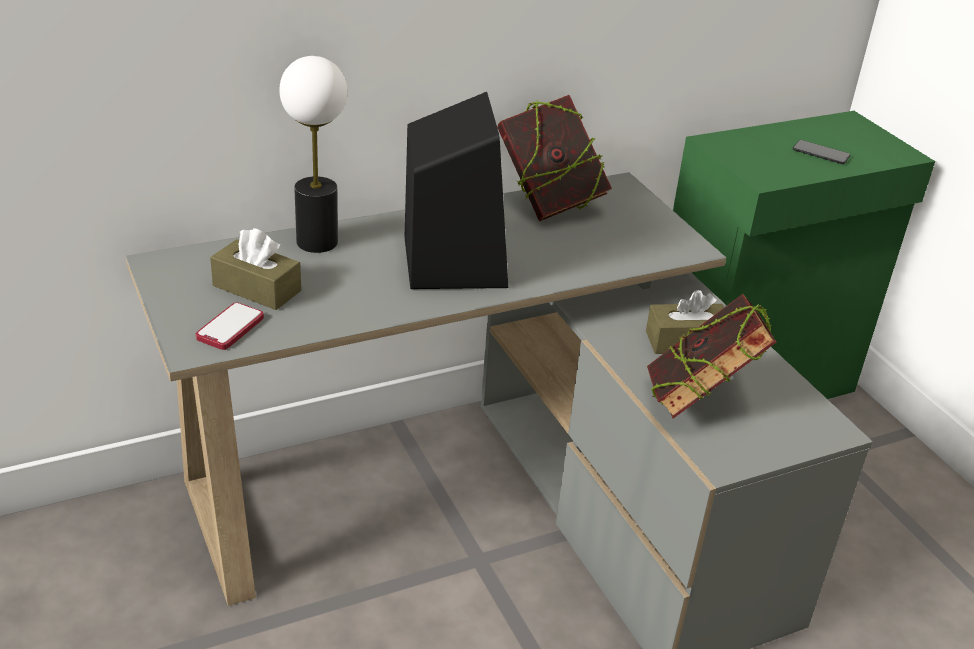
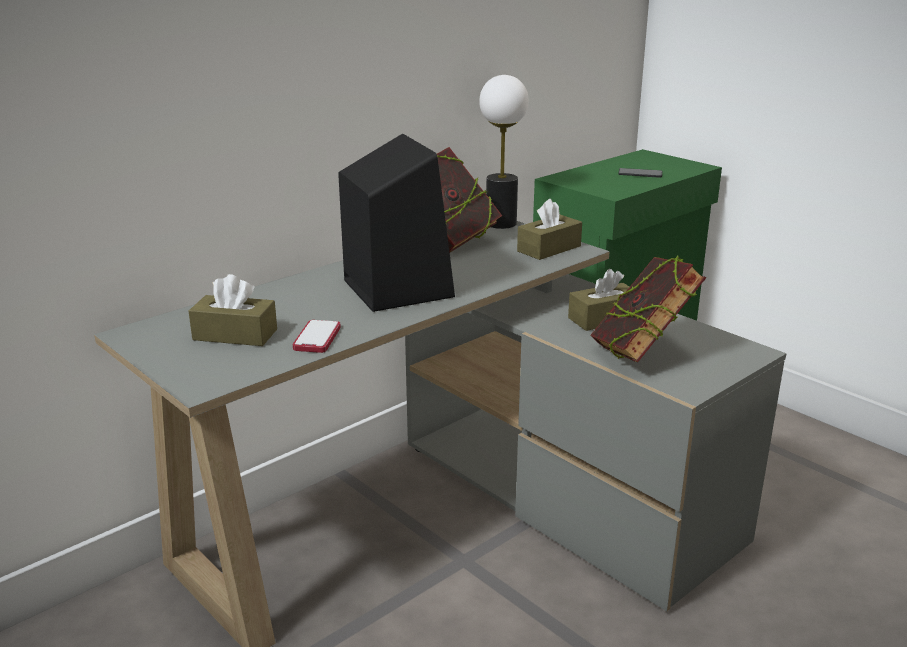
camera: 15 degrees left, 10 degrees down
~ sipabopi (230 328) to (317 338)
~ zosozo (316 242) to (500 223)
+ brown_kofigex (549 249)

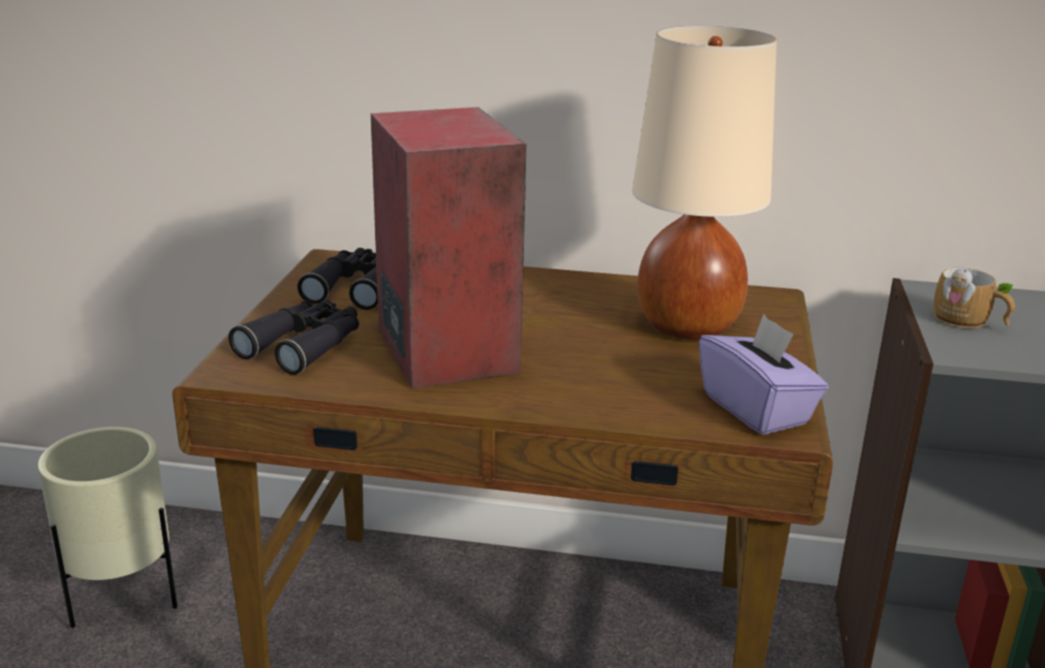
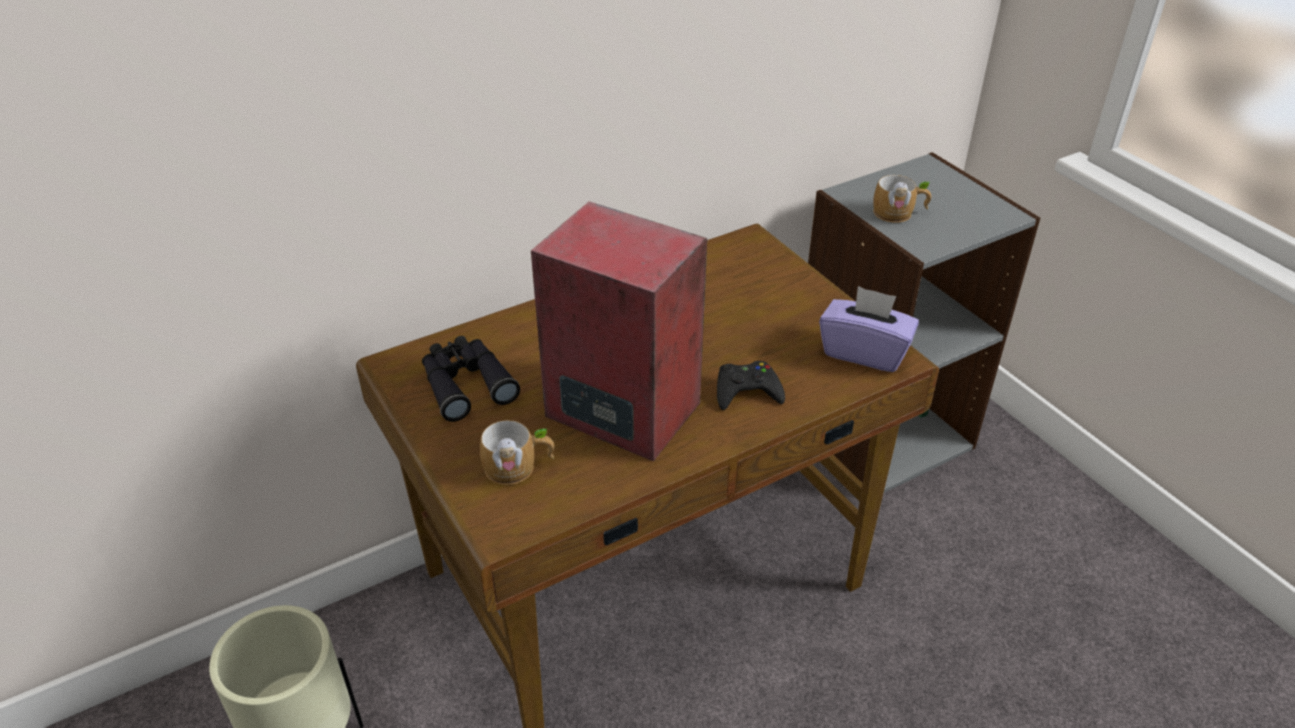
camera: 40 degrees left, 15 degrees up
~ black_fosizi (304 346) to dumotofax (519 467)
- beige_zosozo (686 326)
+ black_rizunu (747 391)

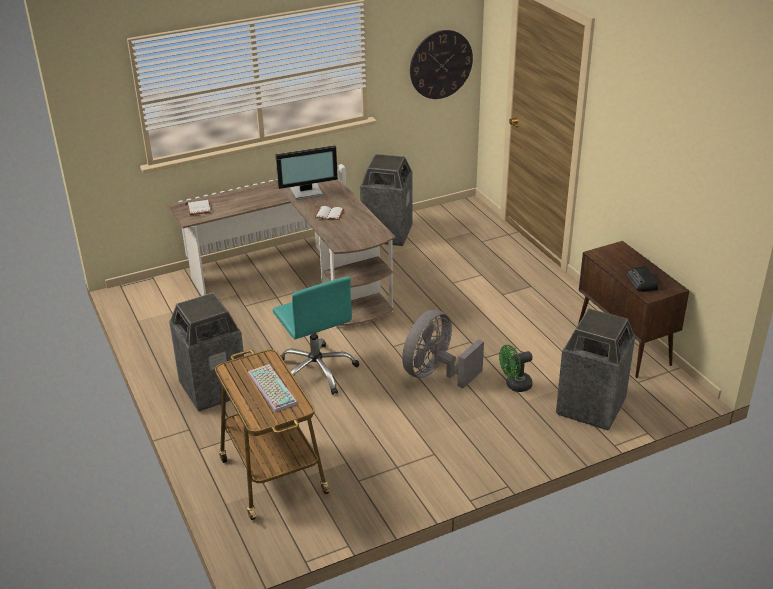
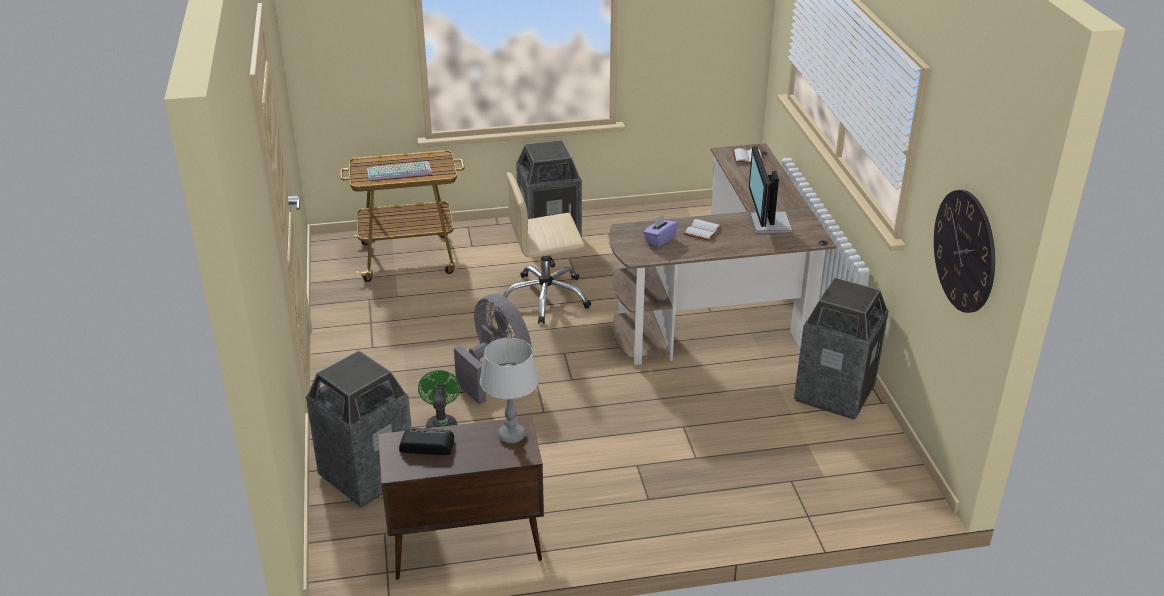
camera: 105 degrees right, 0 degrees up
~ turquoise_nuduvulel (316 371) to beige_nuduvulel (545 297)
+ grey_zosozo (511 435)
+ purple_kofigex (659 240)

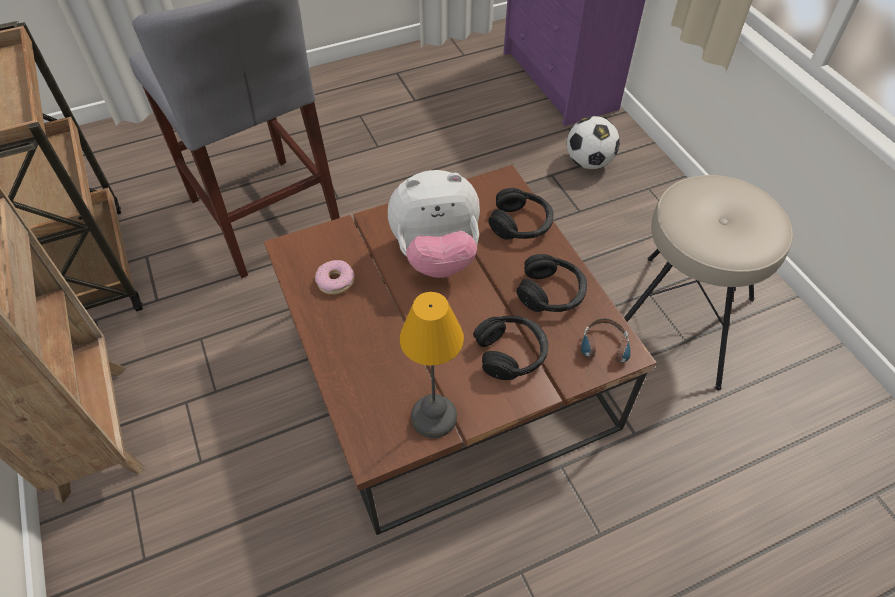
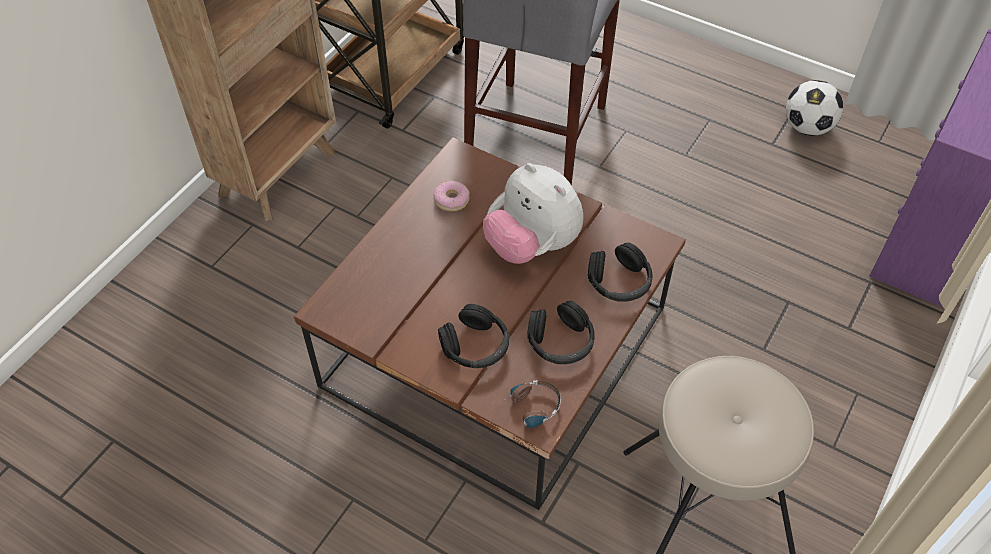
camera: 55 degrees right, 0 degrees up
- zosozo (434 415)
~ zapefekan (588 162) to (807 127)

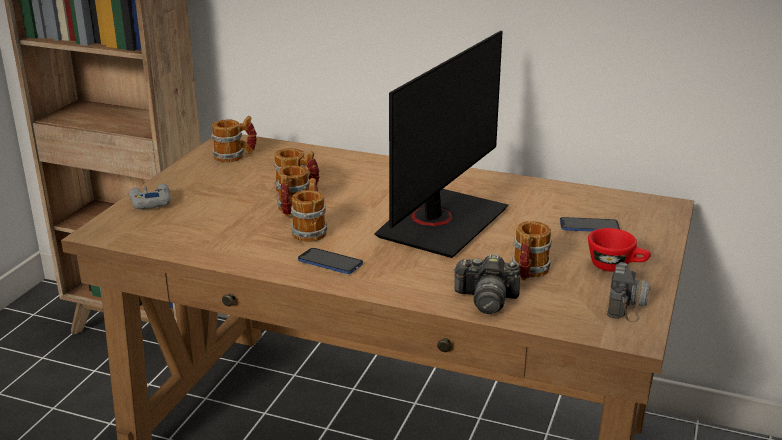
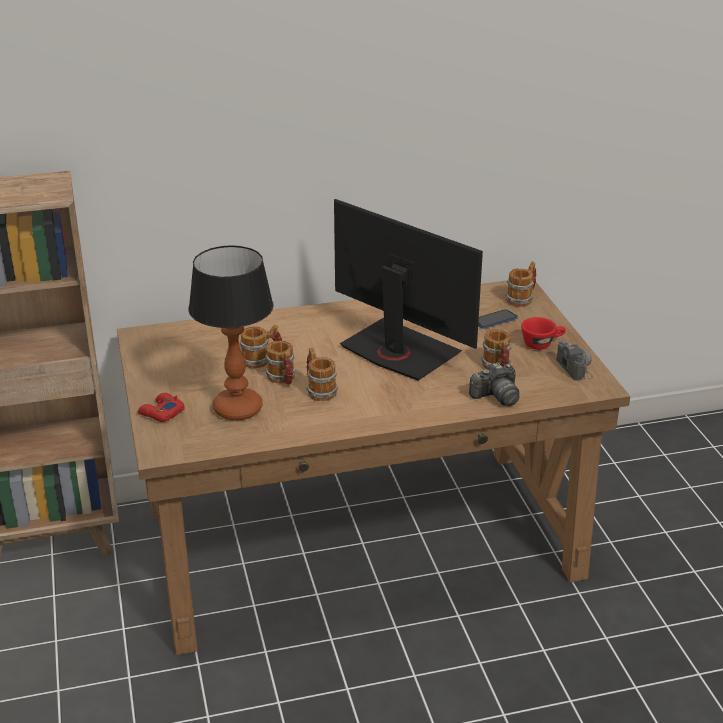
camera: 35 degrees left, 5 degrees up
~ grey_rizunu (150 202) to red_rizunu (161 412)
~ dumotofax (235 156) to (522 298)
- sipabopi (330 263)
~ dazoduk (441 222) = (399 351) 45 degrees counterclockwise
+ zosozo (239 409)

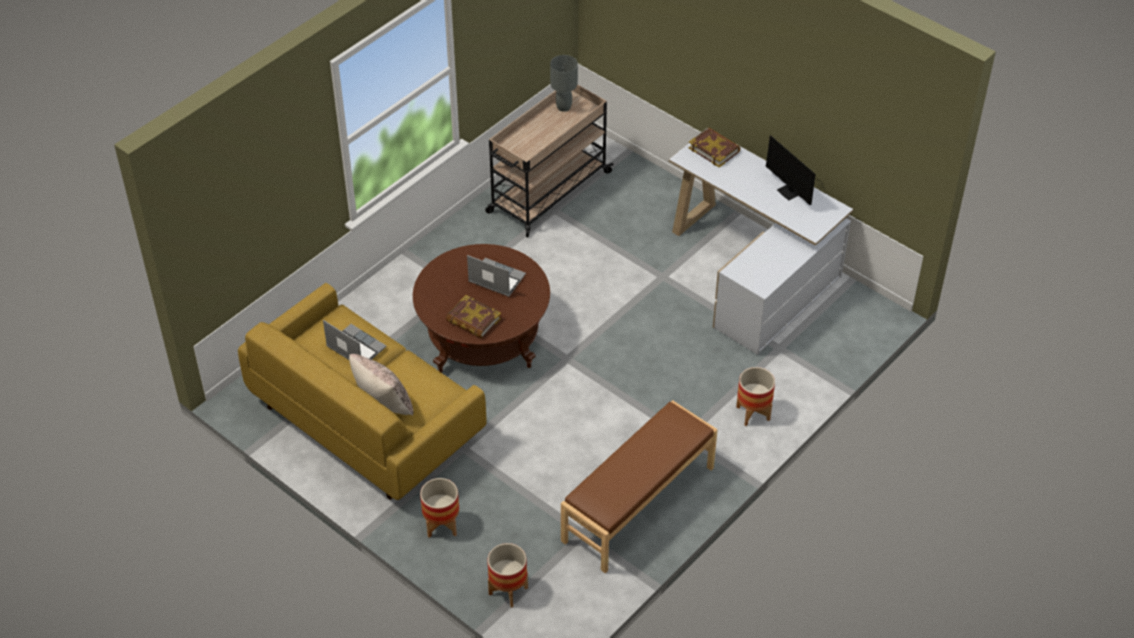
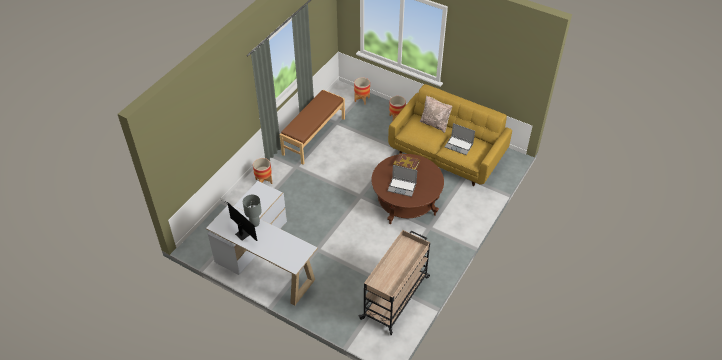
camera: 170 degrees right, 0 degrees up
~ grey_zosozo (563 107) to (255 224)
- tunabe (714 150)

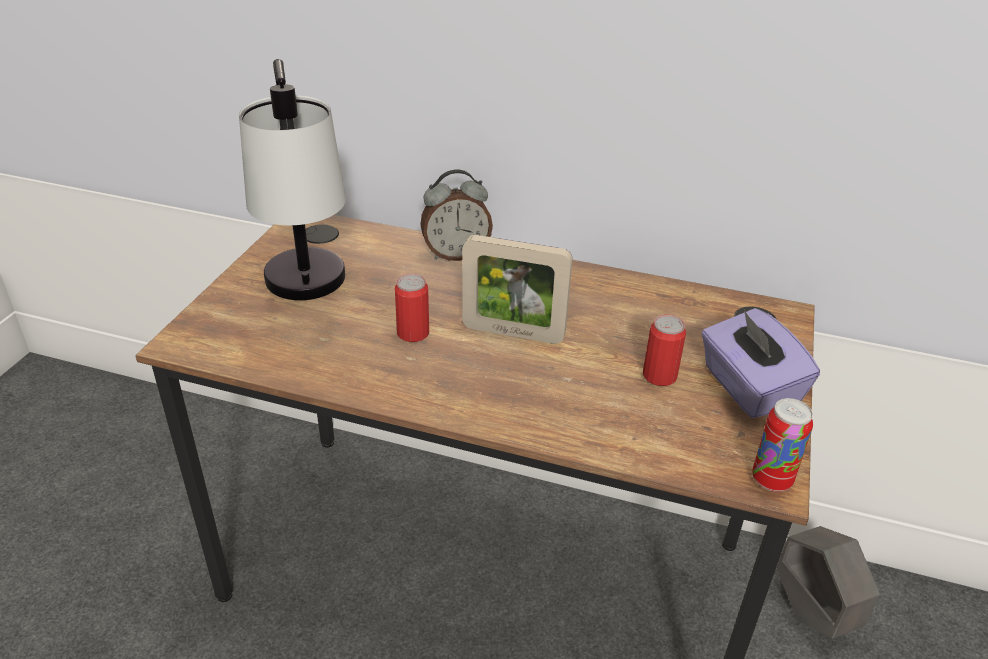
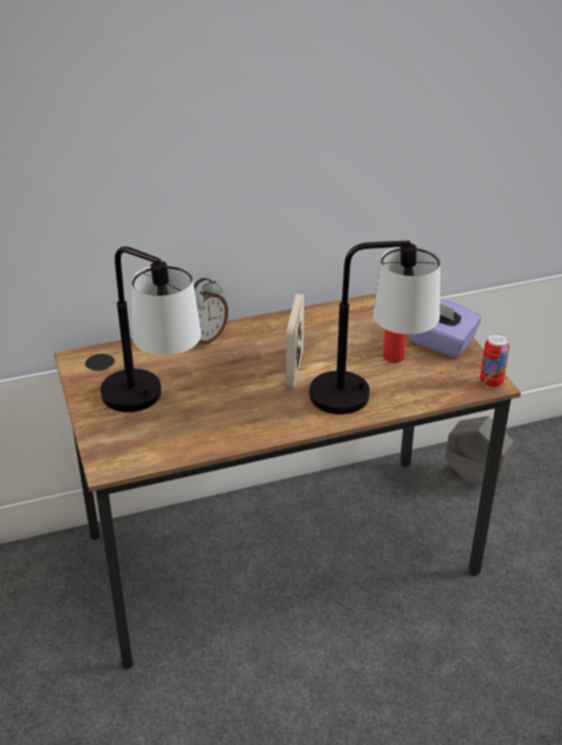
camera: 35 degrees left, 0 degrees up
- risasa (413 333)
~ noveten (513 333) = (294 369) 120 degrees clockwise
+ zosozo (368 395)

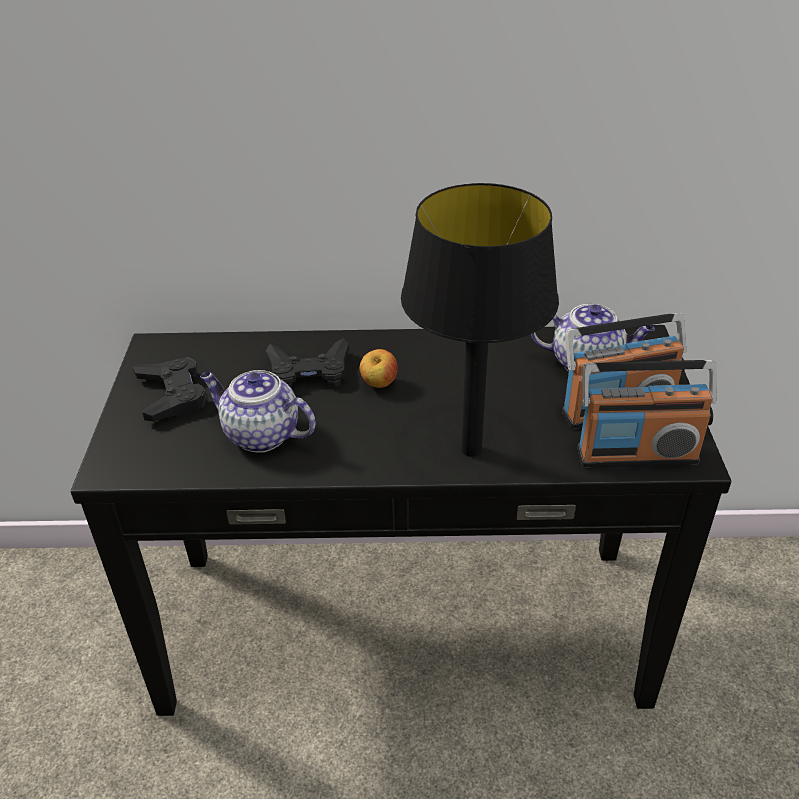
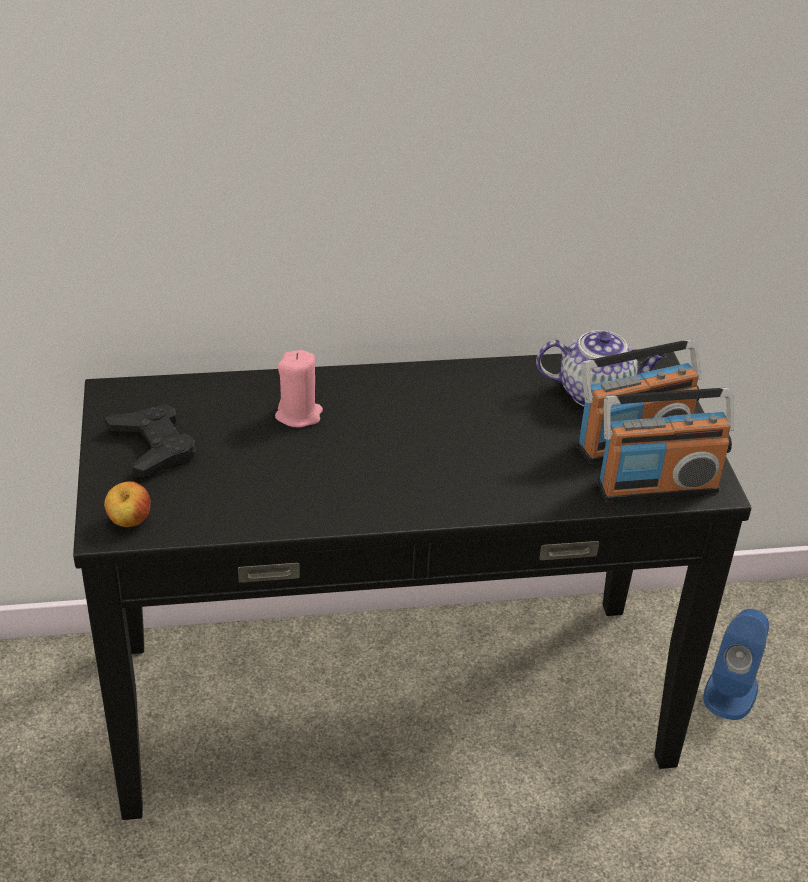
camera: 10 degrees left, 0 degrees up
- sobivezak (260 435)
~ black_rizunu (309 371) to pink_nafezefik (299 415)
~ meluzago (378 384) to (129 522)
- black_zosozo (472 450)
+ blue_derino (731 691)

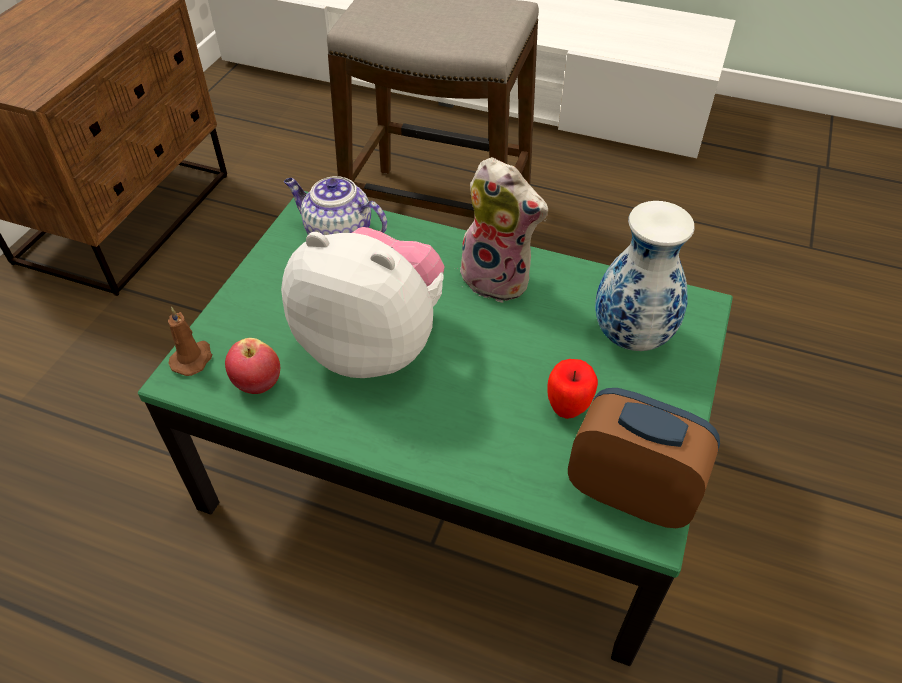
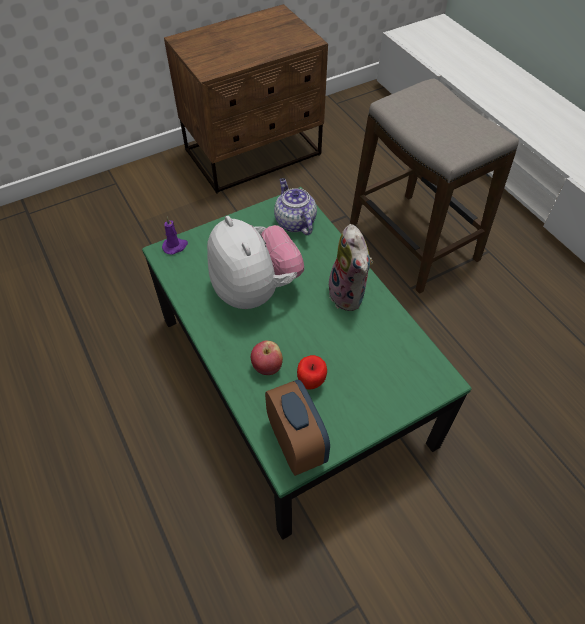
camera: 40 degrees right, 5 degrees up
~ brown_nafezefik (193 358) to purple_nafezefik (175 246)
~ meluzago (258 383) to (267 367)
- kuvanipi (629 336)

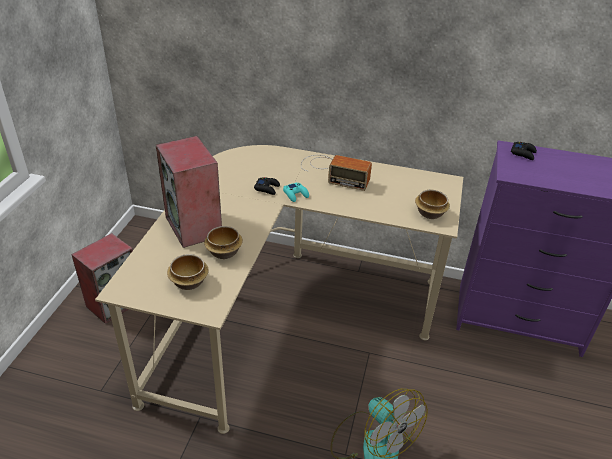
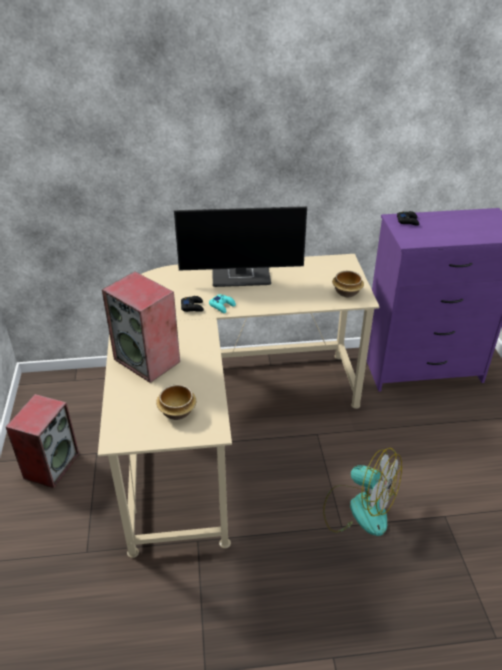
camera: 20 degrees left, 0 degrees up
- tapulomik (224 253)
~ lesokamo (333 171) to dazoduk (242 276)

